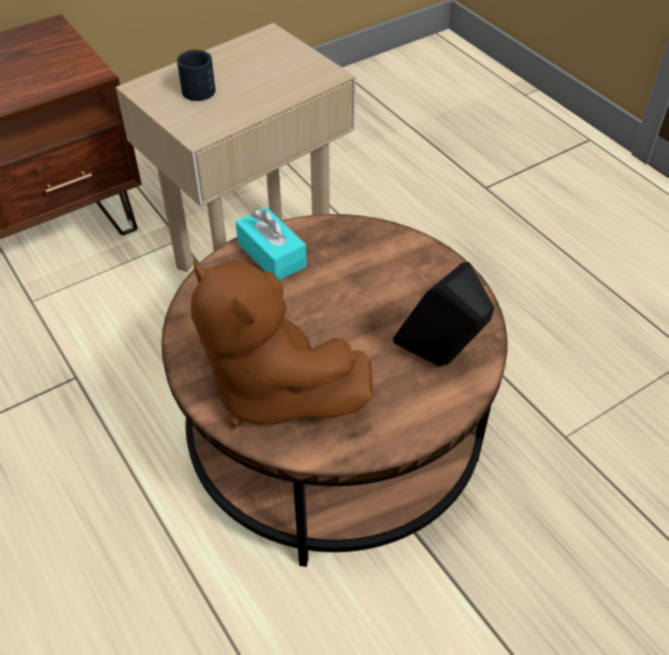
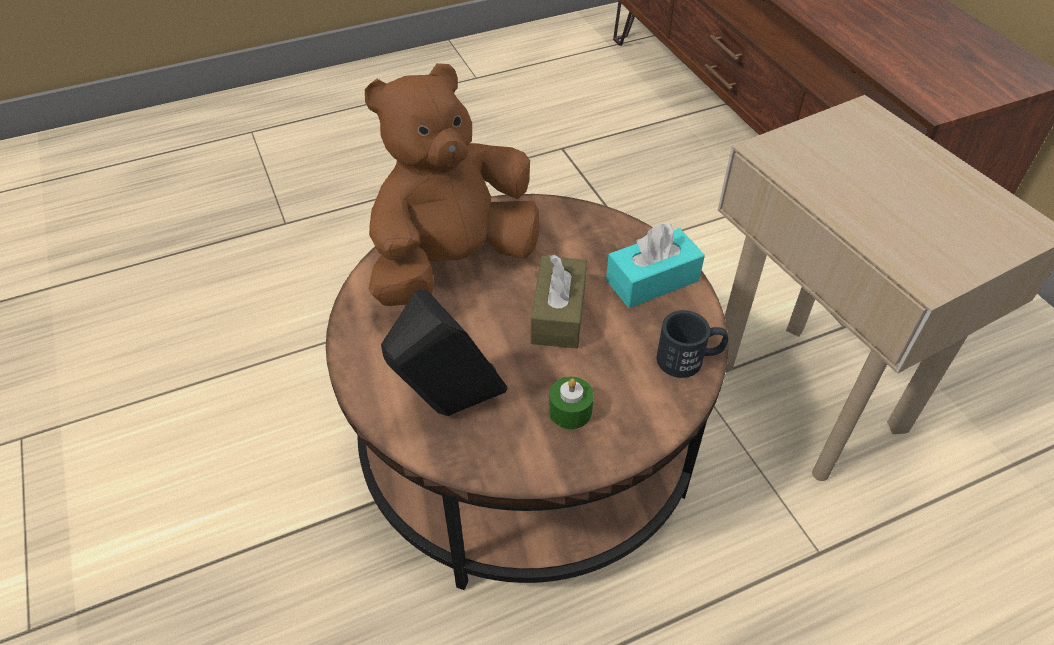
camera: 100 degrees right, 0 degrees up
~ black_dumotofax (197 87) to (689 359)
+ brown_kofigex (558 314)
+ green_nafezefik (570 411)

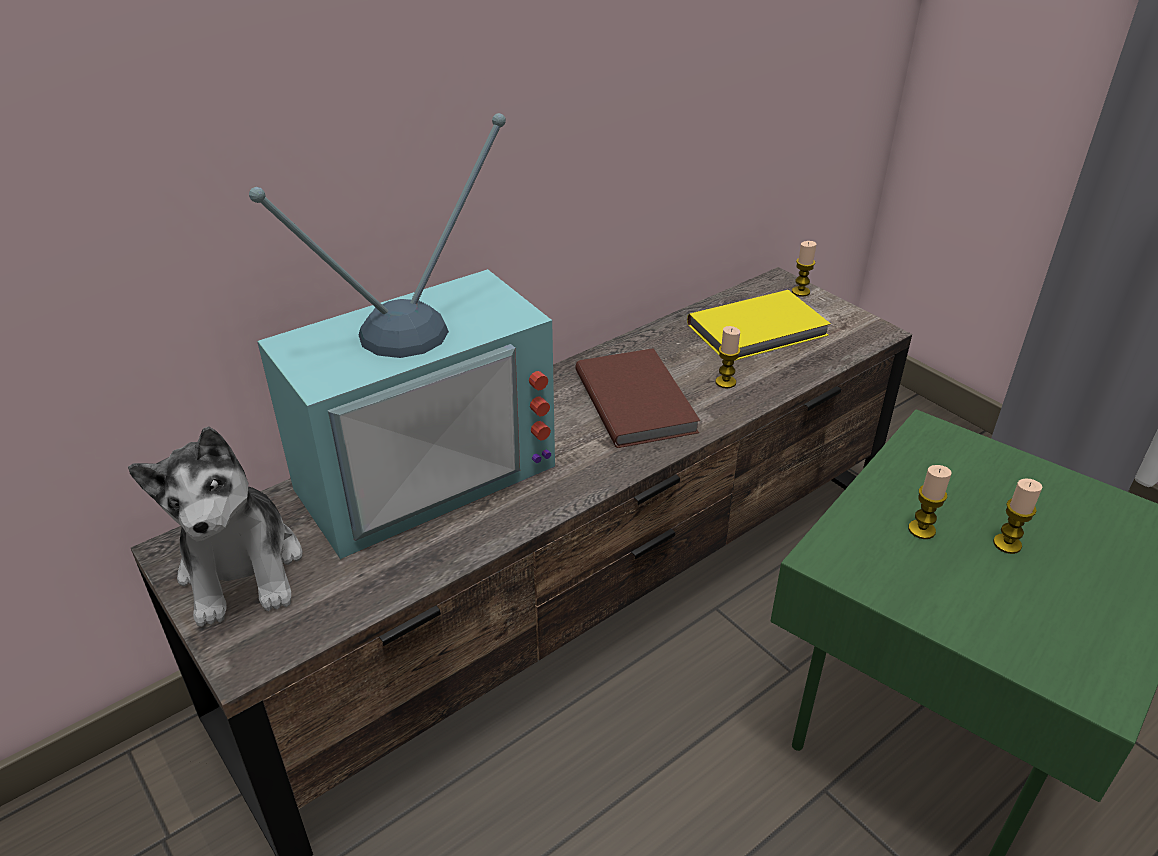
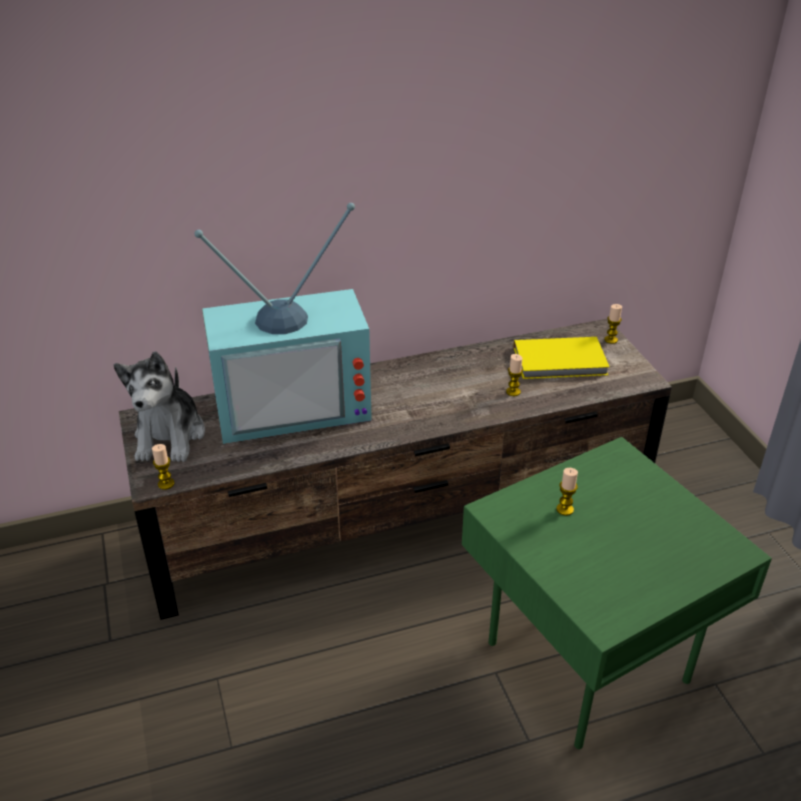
camera: 20 degrees right, 0 degrees up
- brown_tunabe (637 400)
~ nafezefik (1007 544) to (166 484)

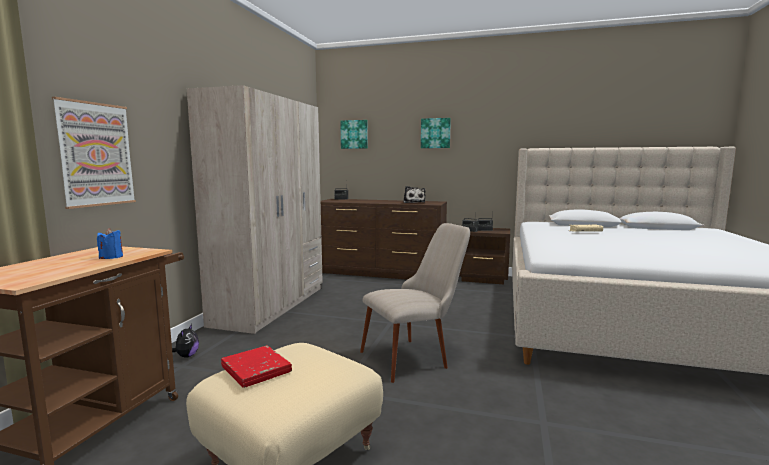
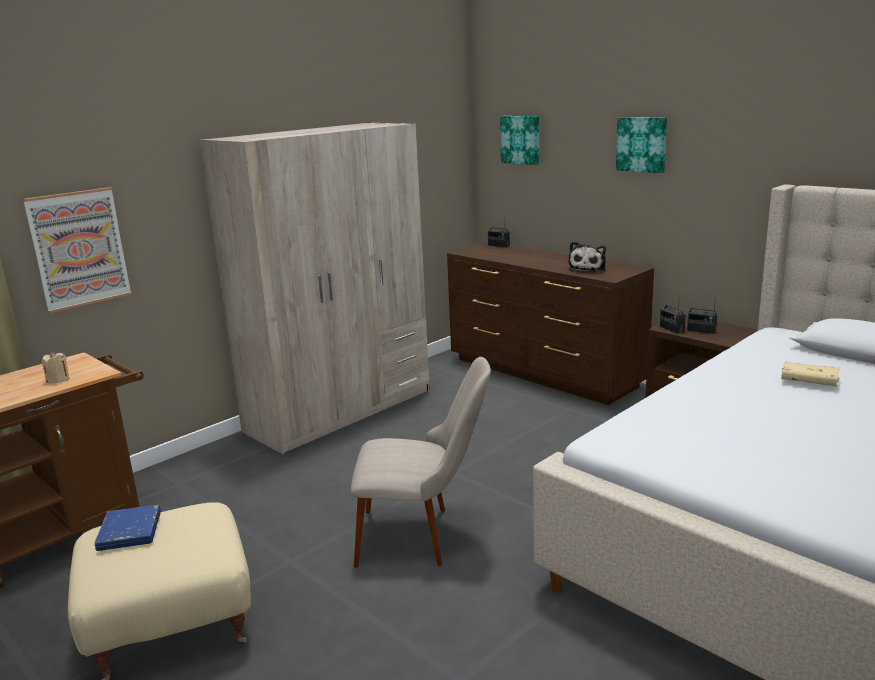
camera: 30 degrees right, 10 degrees up
~ blue_nafezefik (111 257) to beige_nafezefik (58 380)
- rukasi (186 356)
~ red_tunabe (256 370) to blue_tunabe (129 532)

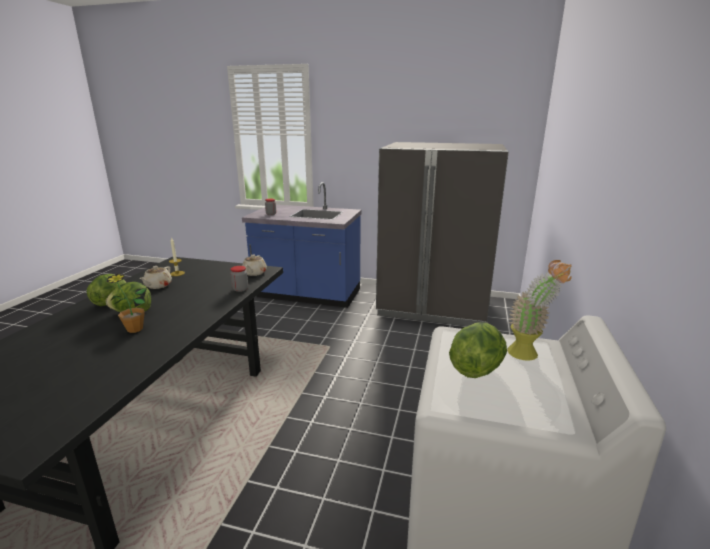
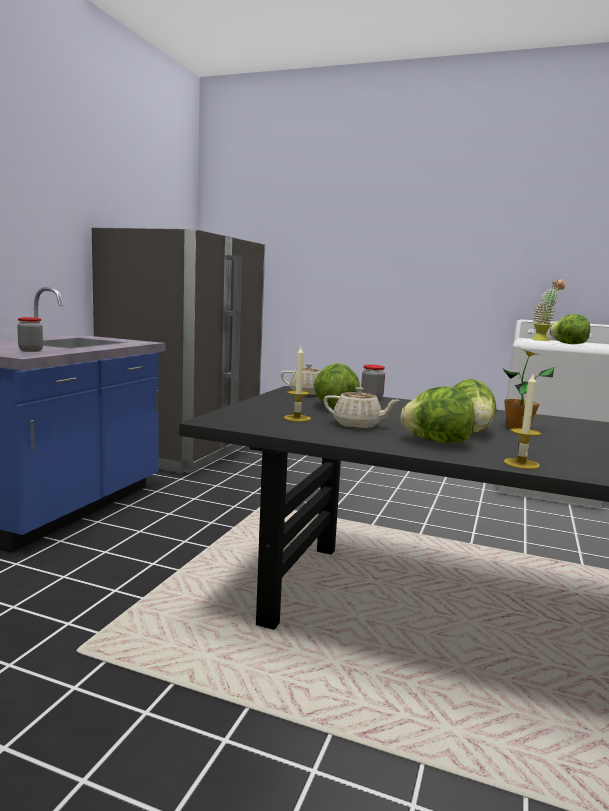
camera: 85 degrees left, 10 degrees down
+ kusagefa (333 407)
+ nafezefik (521 463)

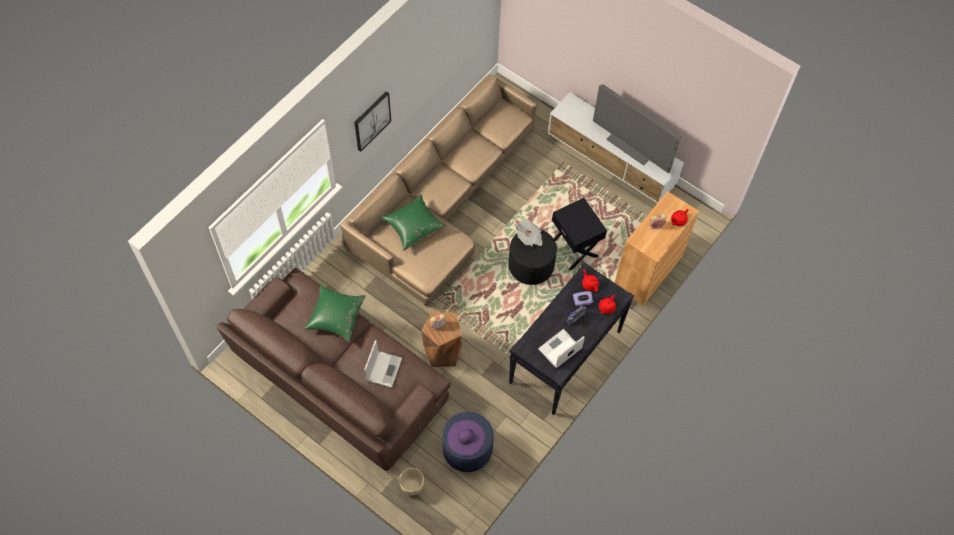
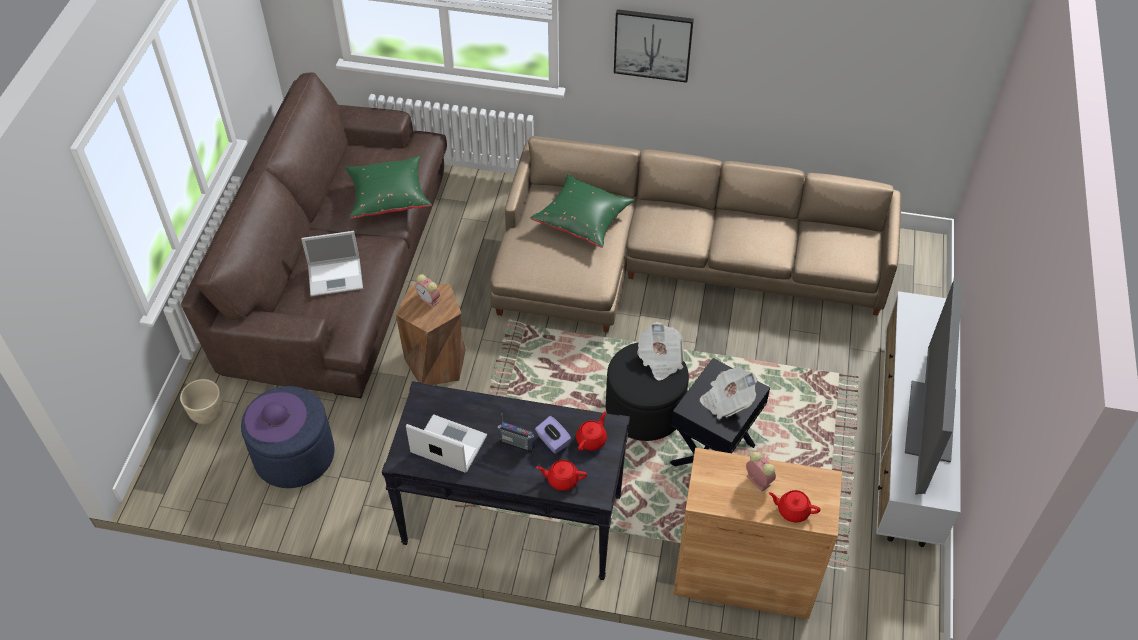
camera: 65 degrees right, 10 degrees down
+ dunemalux (727 401)

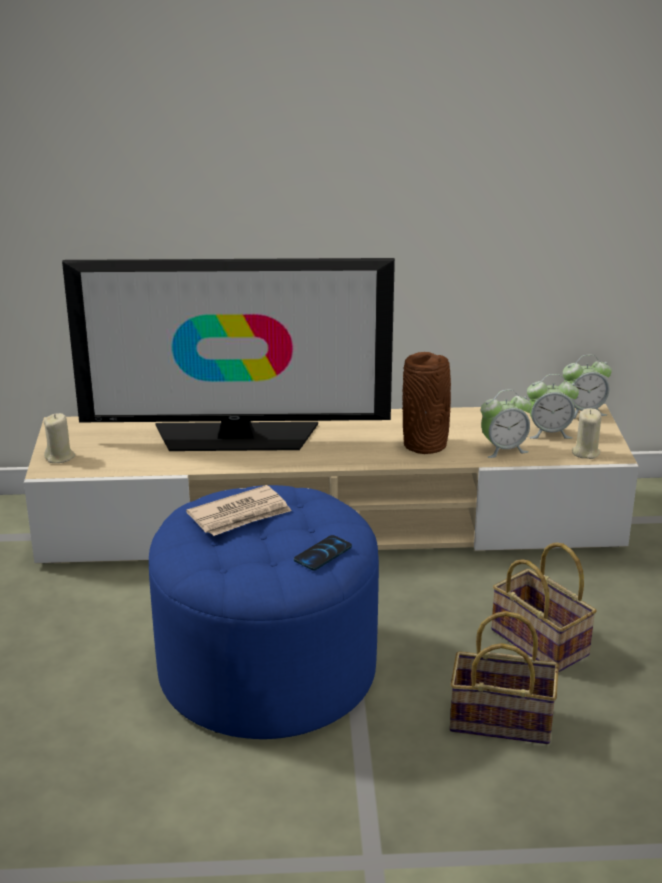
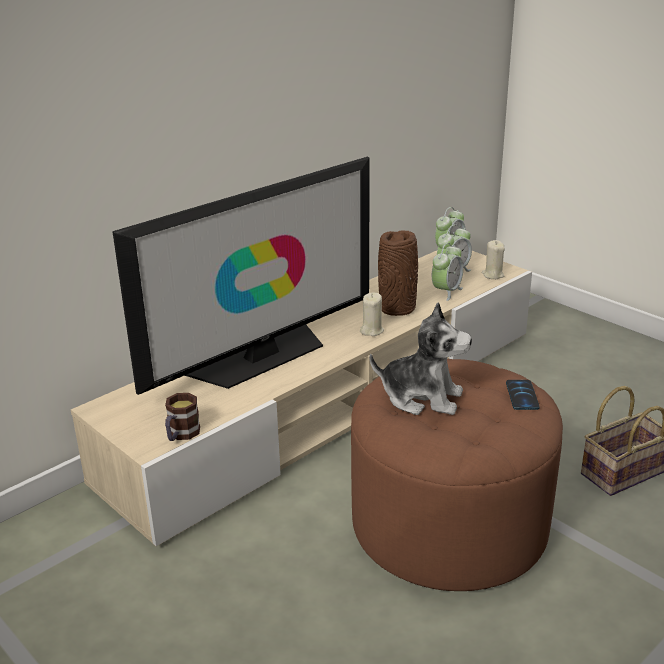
camera: 40 degrees left, 0 degrees up
~ beige_nafezefik (60 457) to (371 330)
~ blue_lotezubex (267 670) to brown_lotezubex (449 524)
~ dunemalux (240 515) to rukasi (422 397)
- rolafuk (542 643)
+ dumotofax (181 435)

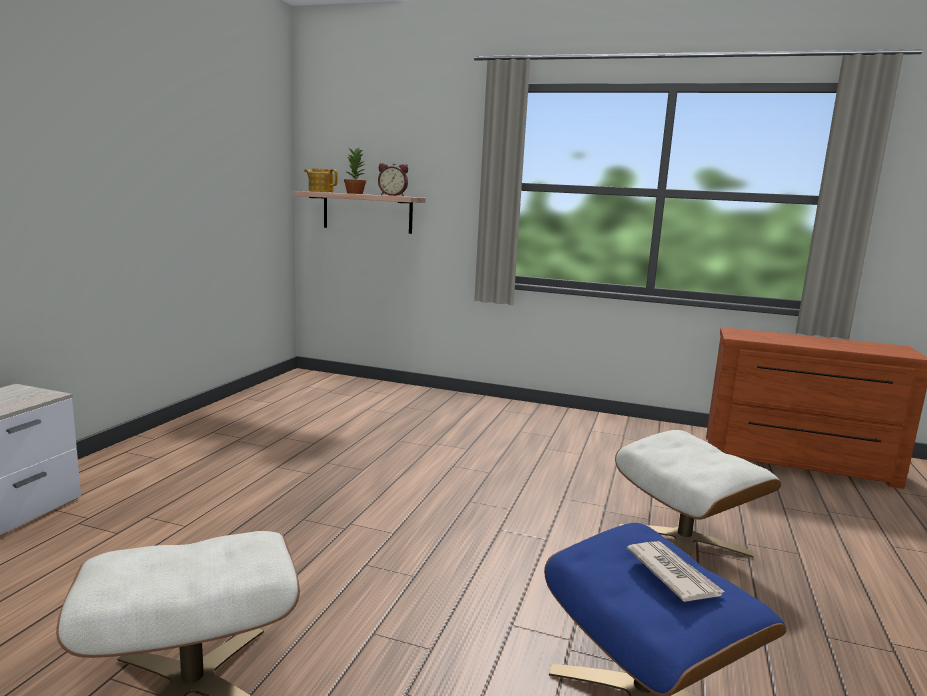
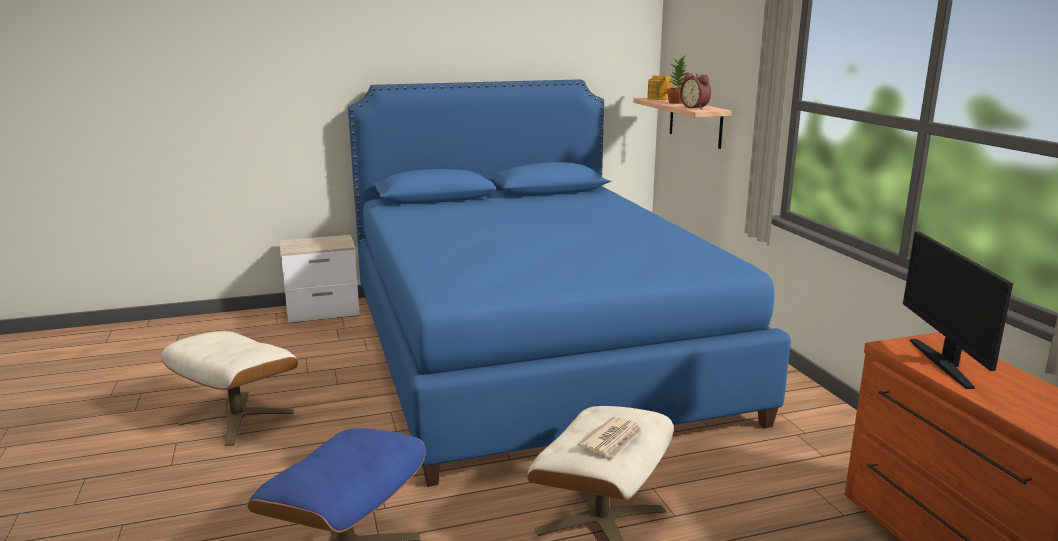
camera: 55 degrees right, 5 degrees up
~ dunemalux (673 574) to (613 440)
+ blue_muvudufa (532 352)
+ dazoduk (943 363)

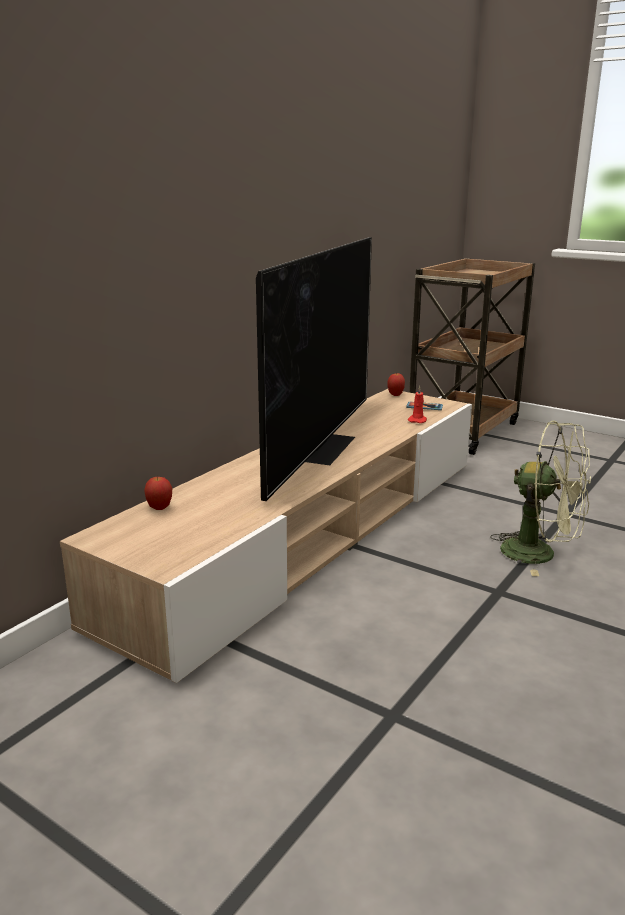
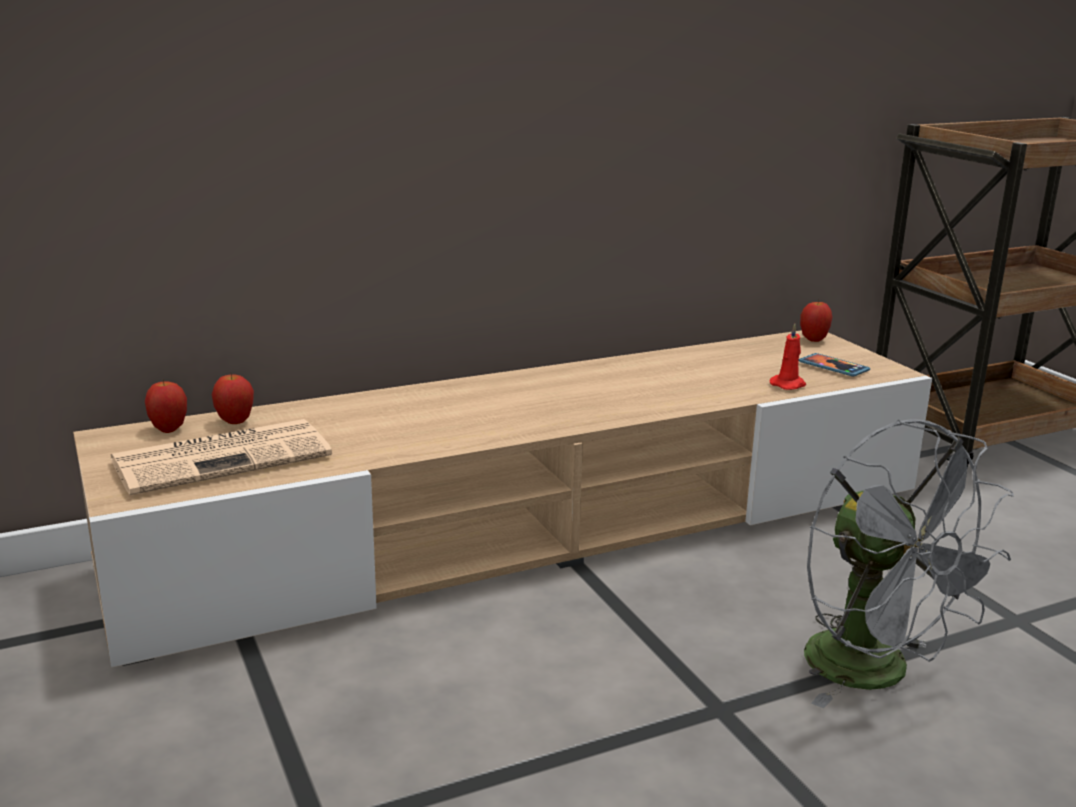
camera: 30 degrees right, 0 degrees up
- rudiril (321 446)
~ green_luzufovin (540 554) to grey_luzufovin (876 673)
+ dunemalux (224 457)
+ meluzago (169 429)

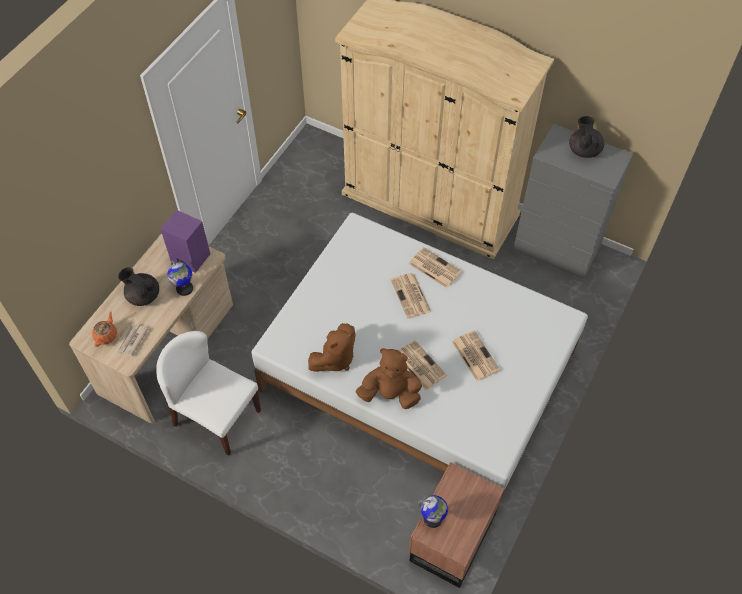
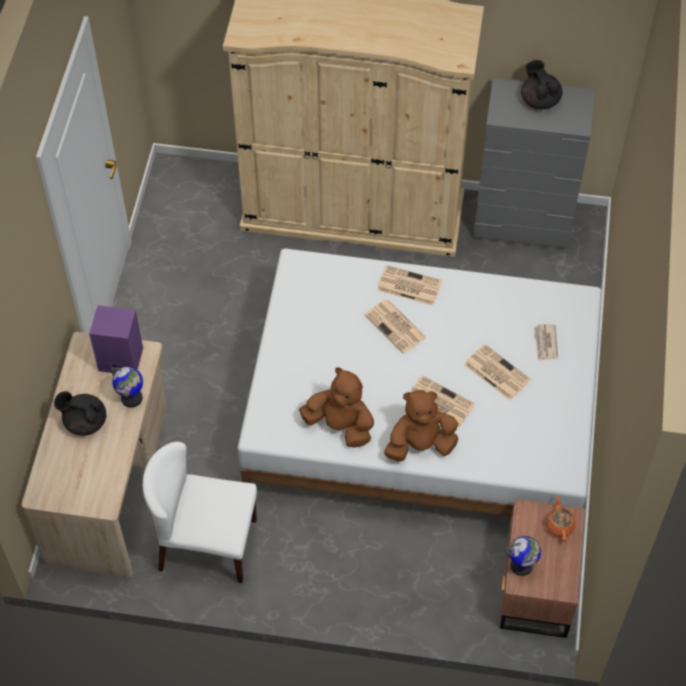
camera: 20 degrees left, 0 degrees up
~ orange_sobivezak (106 335) to (559 525)
~ dunemalux (132 341) to (545 343)
~ brown_rukasi (335 359) = (340 425) 90 degrees counterclockwise

